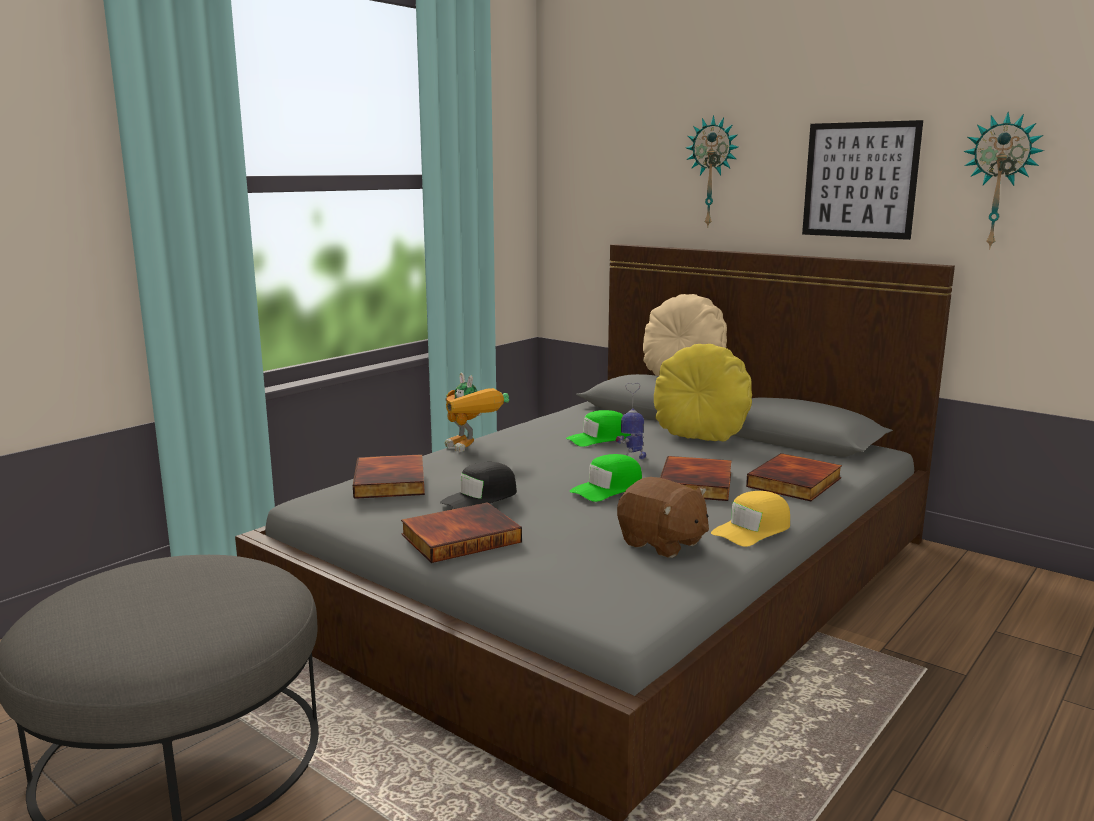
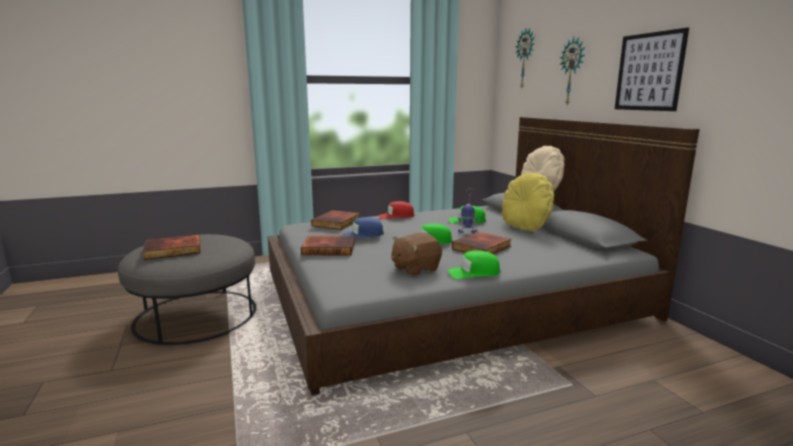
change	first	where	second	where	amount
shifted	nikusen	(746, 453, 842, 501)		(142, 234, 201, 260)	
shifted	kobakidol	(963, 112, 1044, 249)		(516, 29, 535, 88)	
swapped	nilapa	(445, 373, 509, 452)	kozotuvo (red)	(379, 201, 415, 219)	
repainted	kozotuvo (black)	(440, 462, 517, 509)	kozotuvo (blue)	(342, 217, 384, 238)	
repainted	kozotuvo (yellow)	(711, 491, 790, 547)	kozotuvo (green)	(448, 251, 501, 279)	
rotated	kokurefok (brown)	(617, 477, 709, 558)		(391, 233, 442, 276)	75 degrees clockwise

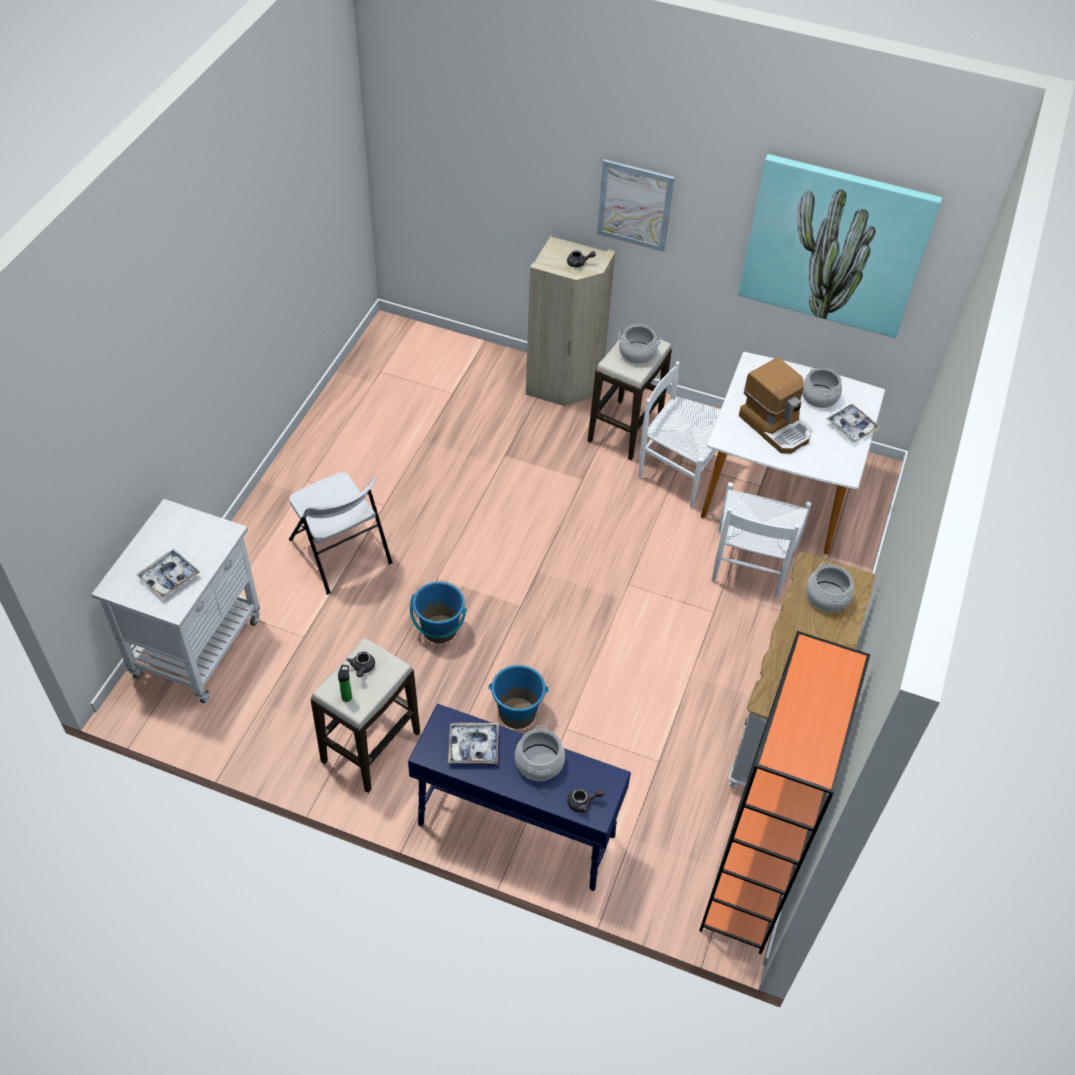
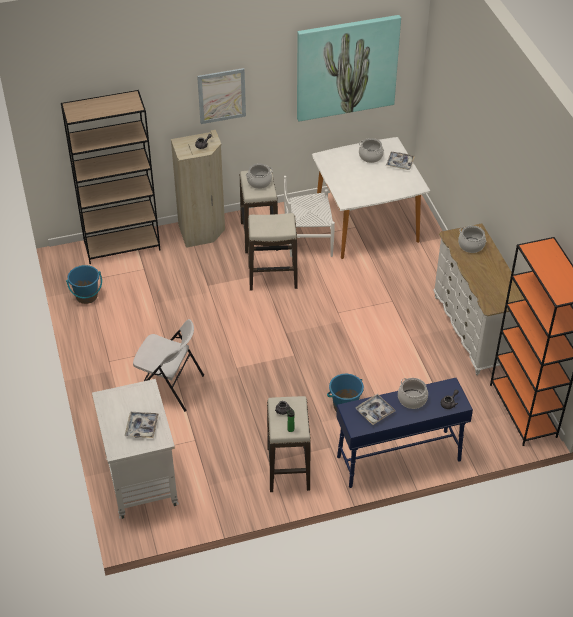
change	first	where	second	where	amount
gone	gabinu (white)	(712, 482, 811, 598)			
gone	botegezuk	(739, 358, 811, 454)			
new			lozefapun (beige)	(61, 90, 160, 264)	
new			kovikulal	(248, 213, 298, 291)	
shifted	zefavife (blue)	(410, 582, 467, 643)		(66, 265, 102, 304)	

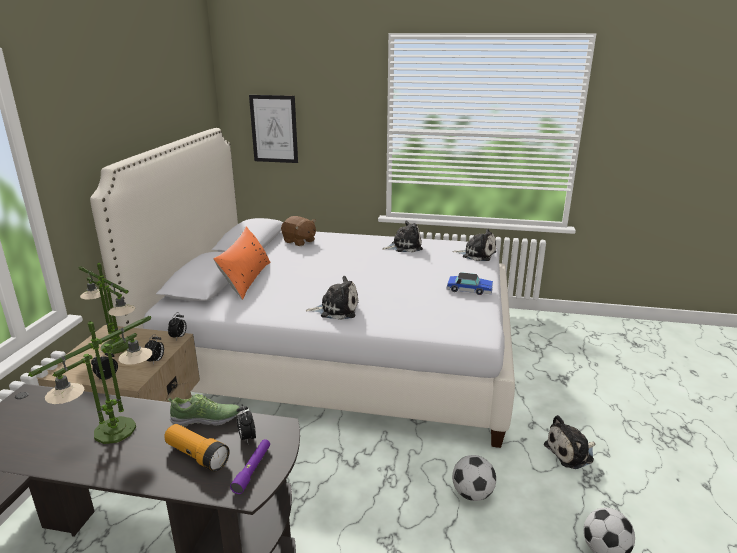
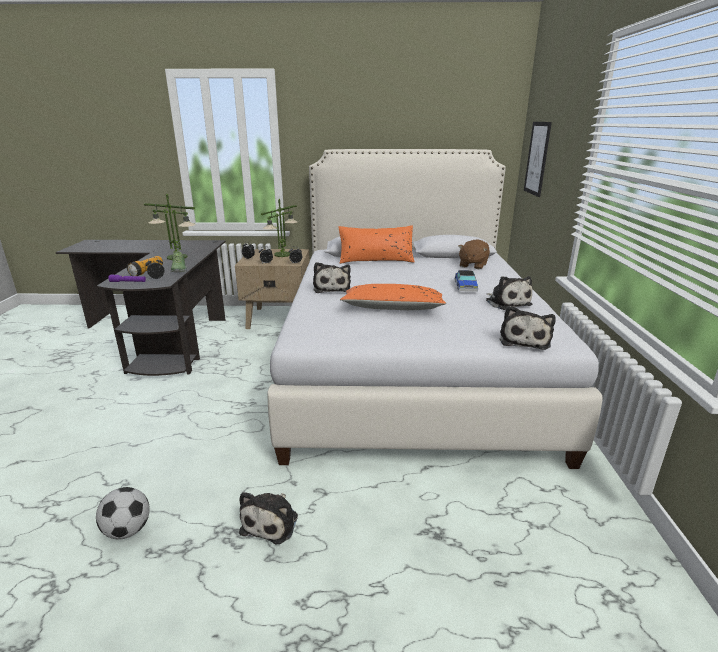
change	first	where	second	where	amount
gone	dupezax	(452, 455, 496, 501)			
new			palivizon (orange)	(340, 284, 447, 310)	
shifted	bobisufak	(447, 272, 493, 295)		(455, 270, 478, 292)	
rotated	kokurefok	(544, 415, 596, 469)		(239, 492, 298, 545)	135 degrees counterclockwise

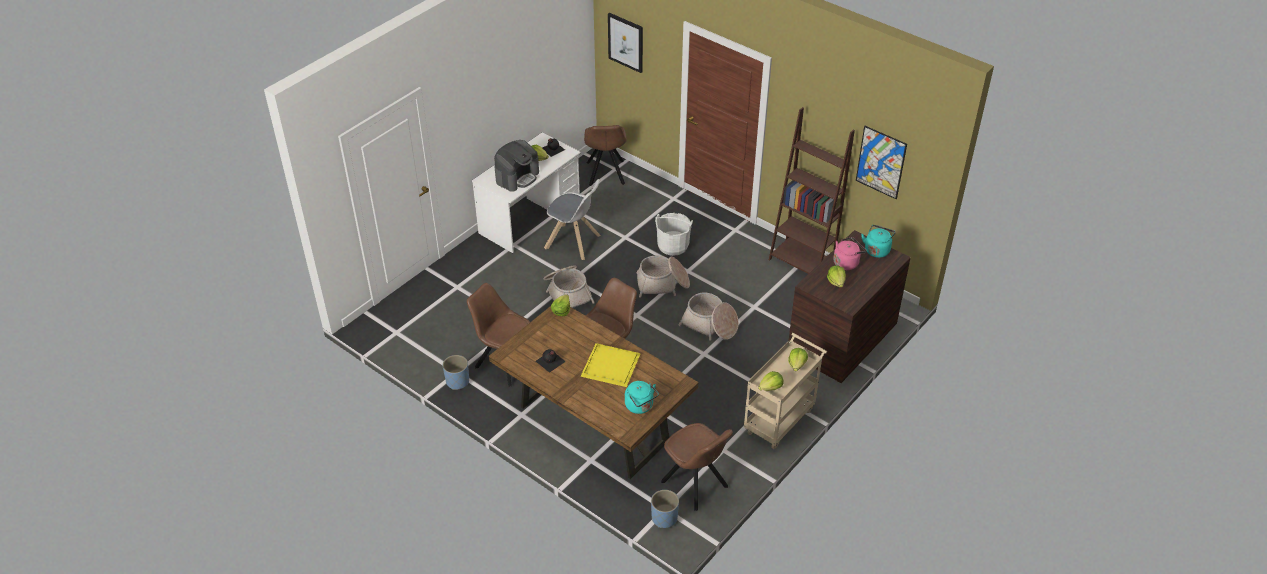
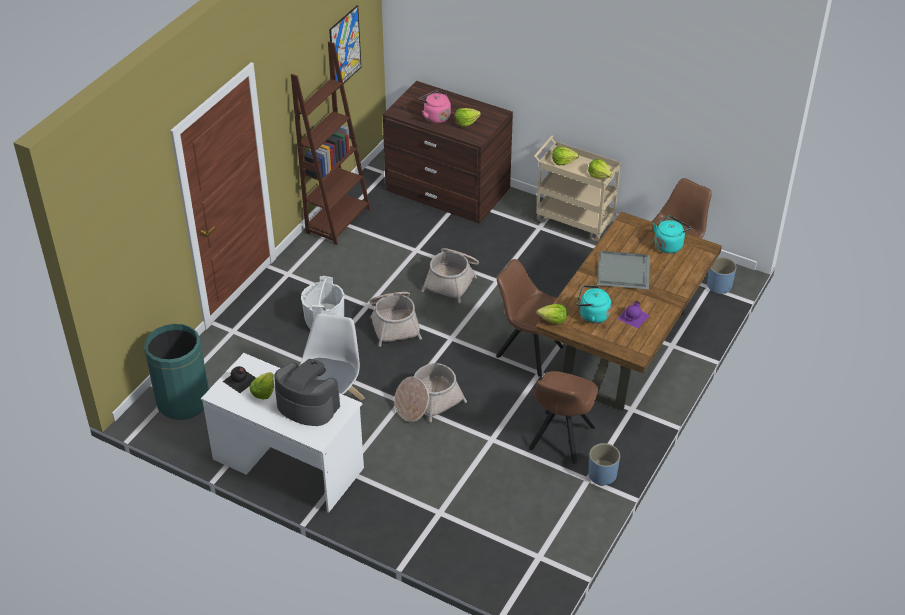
change	first	where	second	where	amount
gone	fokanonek	(608, 13, 643, 73)			
shifted	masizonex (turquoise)	(861, 225, 896, 258)		(577, 285, 611, 323)	
swapped	gabinu (brown)	(584, 125, 627, 186)	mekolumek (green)	(144, 324, 209, 420)	
repainted	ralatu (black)	(536, 349, 566, 373)	ralatu (purple)	(617, 301, 650, 329)	
repainted	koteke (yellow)	(580, 343, 641, 387)	koteke (grey)	(597, 251, 650, 289)	

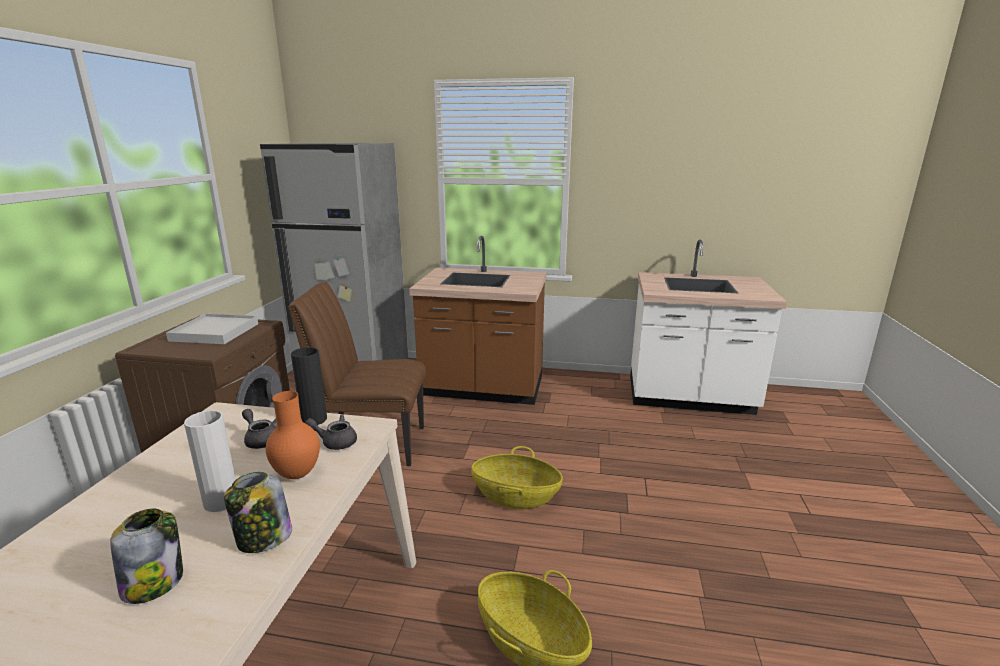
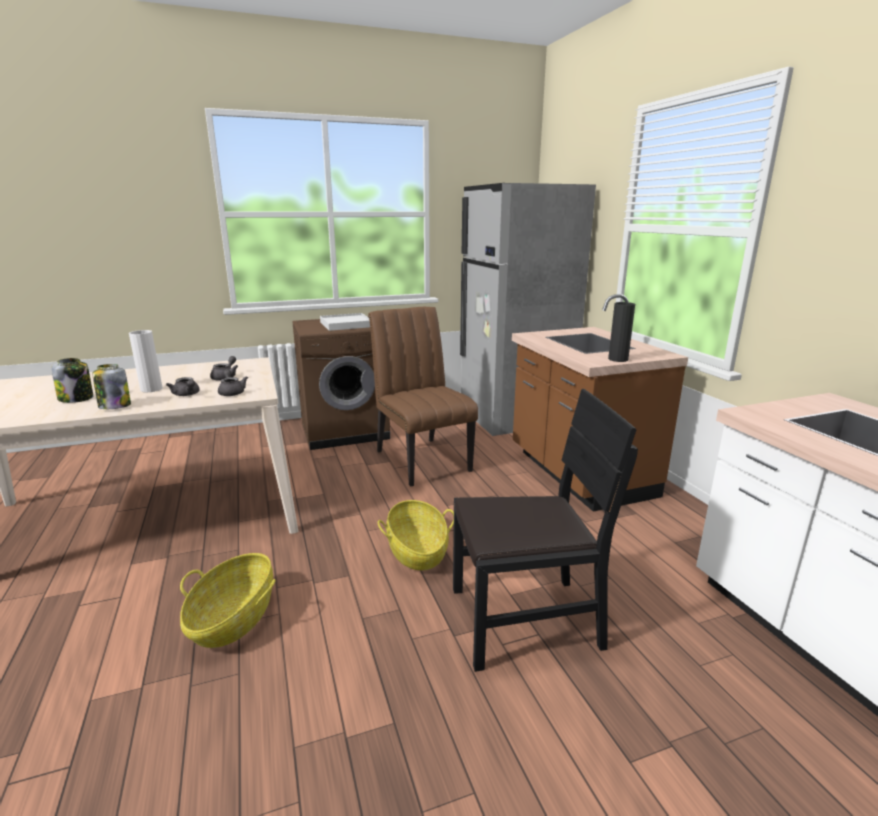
change	first	where	second	where	amount
new			gabinu (black)	(453, 389, 638, 672)	
shifted	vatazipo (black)	(291, 347, 327, 425)		(608, 302, 635, 362)	
swapped	vatazipo (orange)	(266, 391, 320, 479)	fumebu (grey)	(166, 377, 200, 396)	

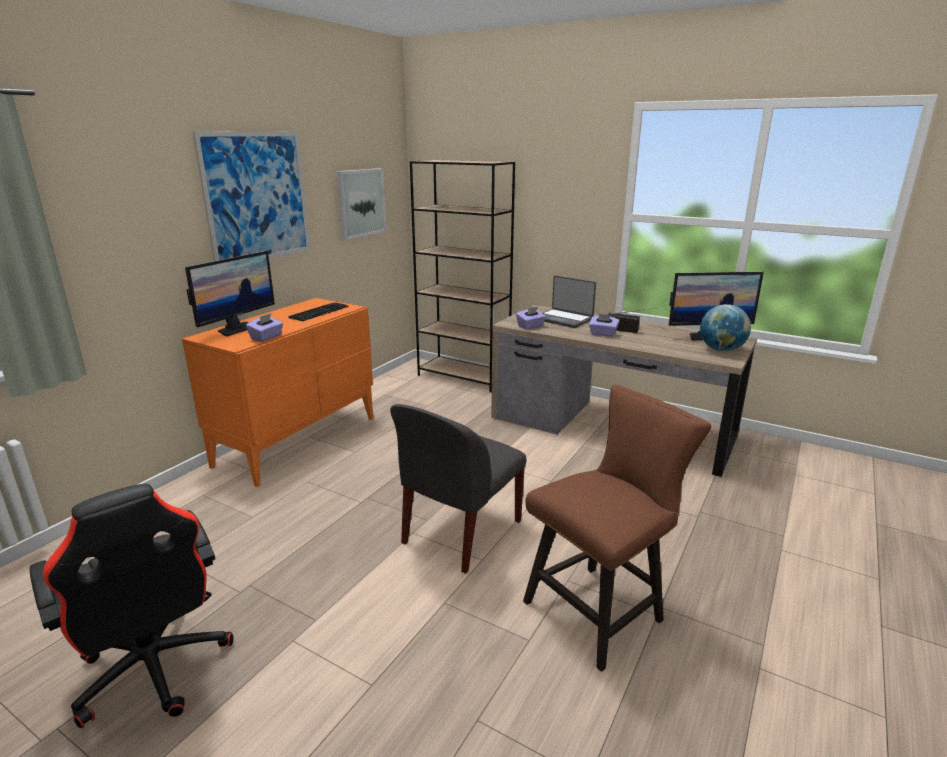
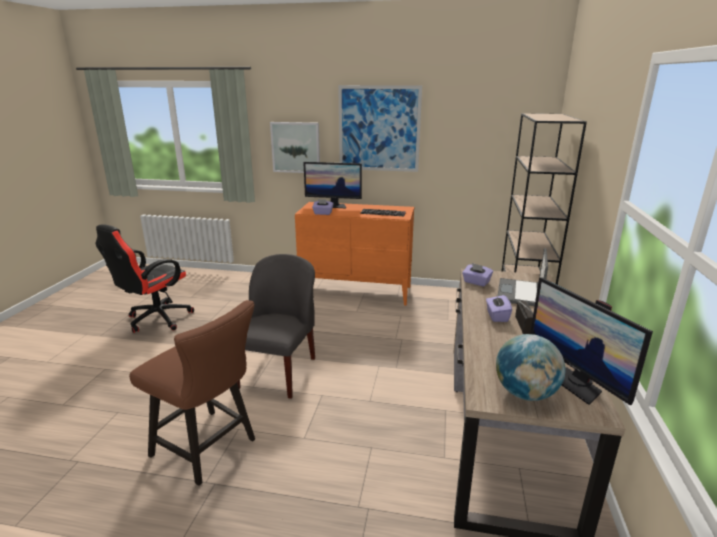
change	first	where	second	where	amount
shifted	fokanonek	(337, 168, 387, 240)		(270, 122, 320, 173)	
rotated	gabinu (grey)	(390, 404, 526, 574)		(237, 254, 315, 399)	90 degrees clockwise

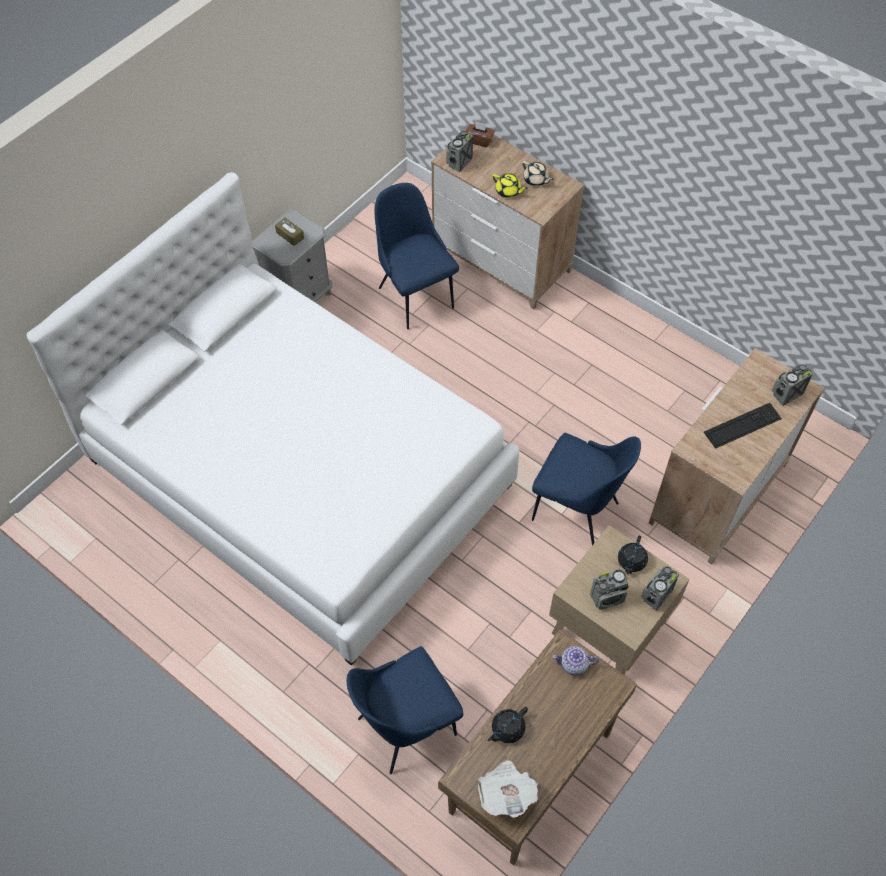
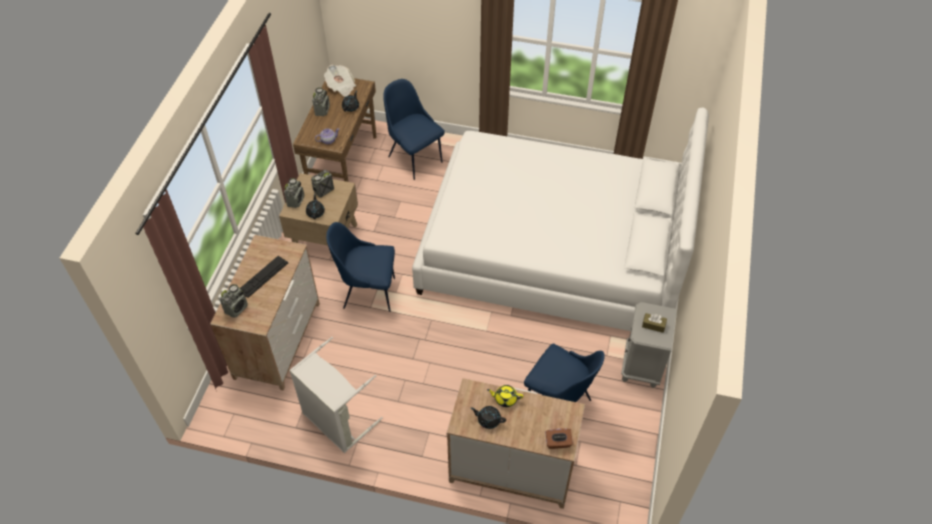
change	first	where	second	where	amount
new			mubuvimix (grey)	(289, 337, 383, 453)	
shifted	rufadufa	(446, 131, 473, 172)		(312, 87, 330, 116)	
repainted	fumebu (beige)	(522, 161, 553, 186)	fumebu (black)	(471, 406, 506, 429)	
rotated	gabinu (blue)	(346, 646, 463, 774)		(383, 79, 445, 180)	75 degrees counterclockwise

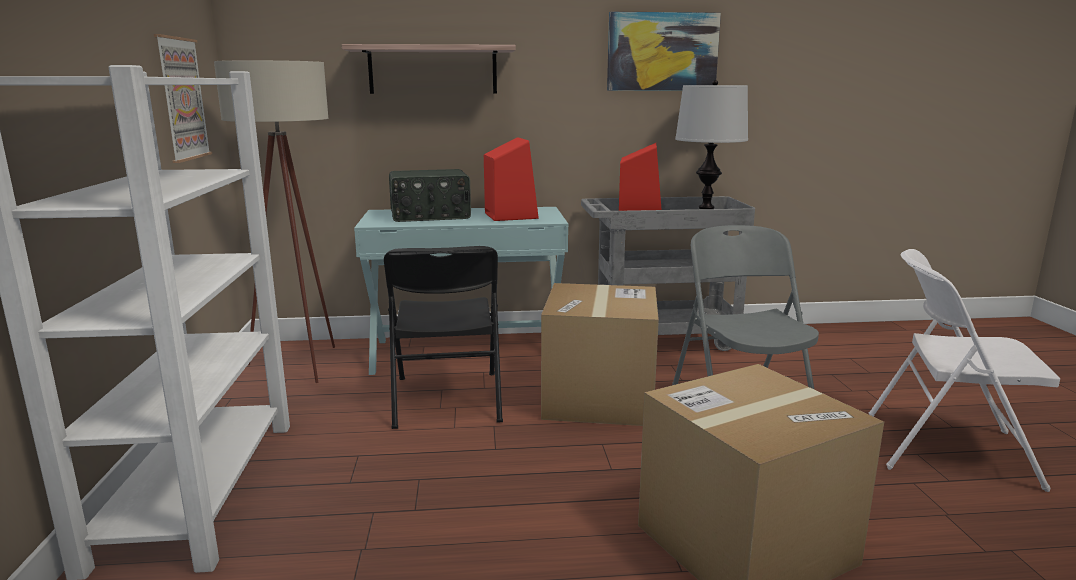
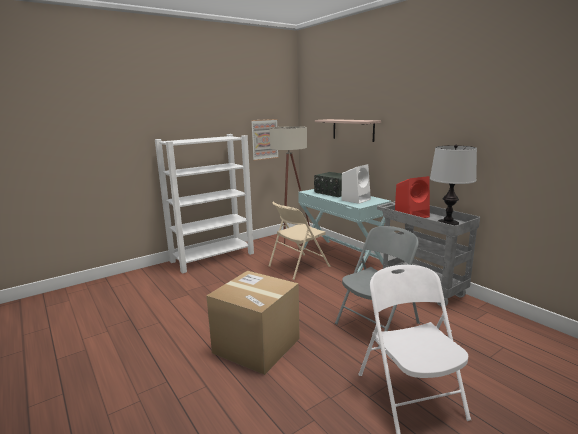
change	first	where	second	where	amount
gone	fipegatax	(541, 283, 659, 426)			
gone	fokanonek	(607, 12, 721, 91)			
repainted	gabinu (black)	(384, 246, 503, 429)	gabinu (beige)	(268, 201, 330, 280)	
repainted	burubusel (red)	(484, 137, 539, 221)	burubusel (white)	(342, 164, 371, 204)	

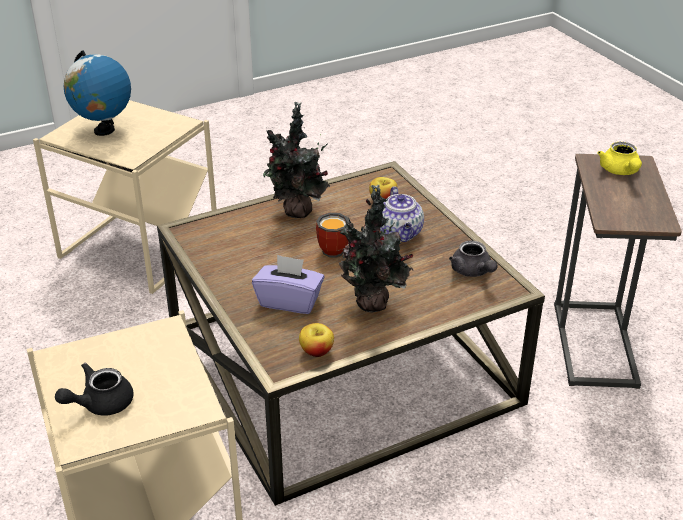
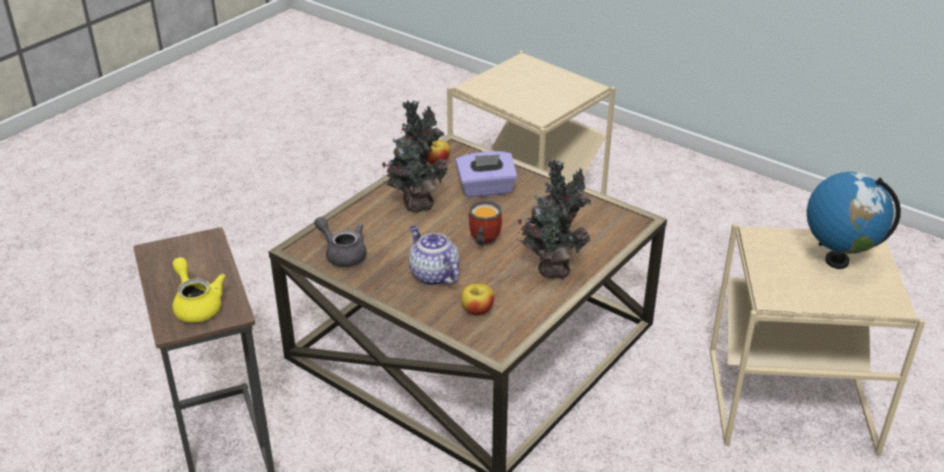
change	first	where	second	where	amount
gone	fumebu (black)	(55, 363, 134, 416)			

